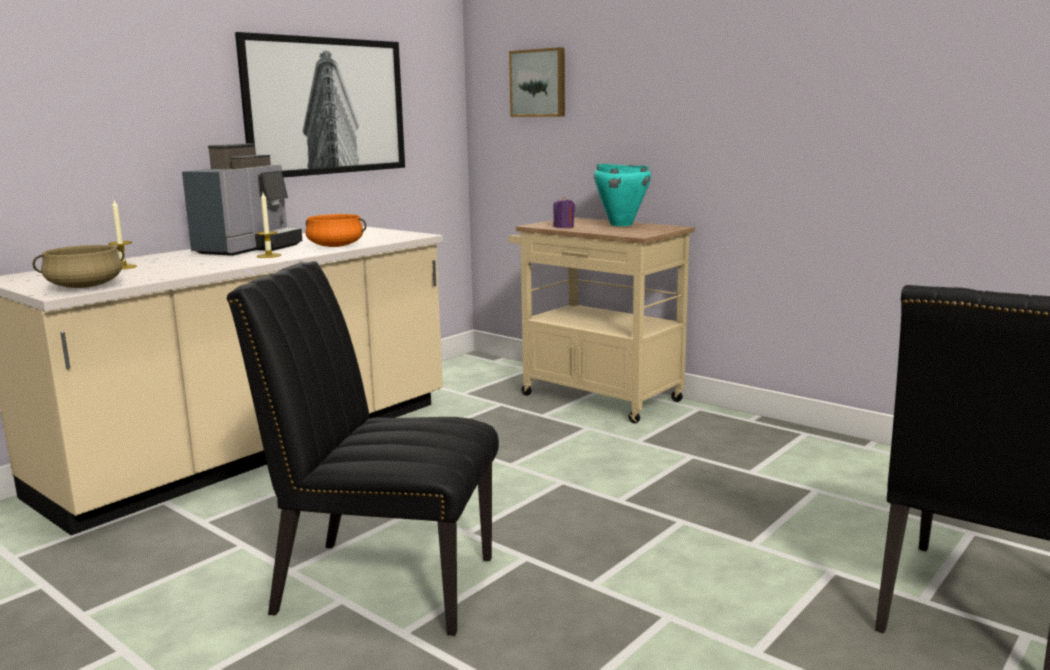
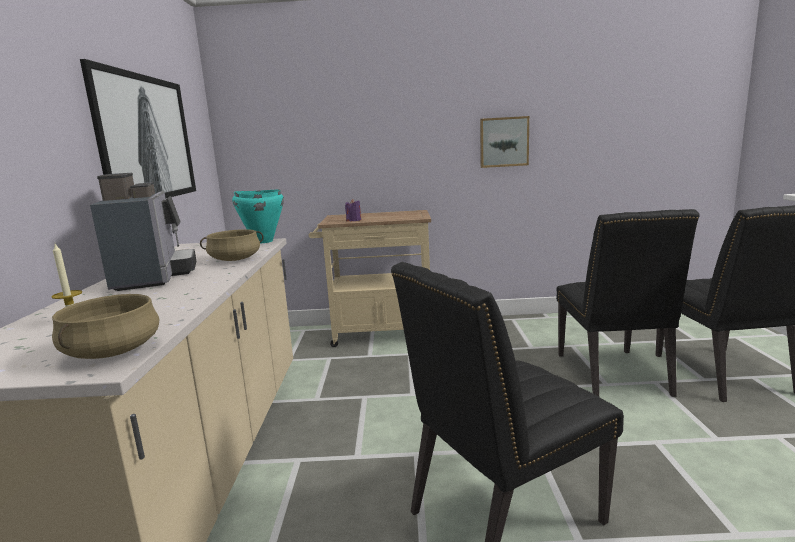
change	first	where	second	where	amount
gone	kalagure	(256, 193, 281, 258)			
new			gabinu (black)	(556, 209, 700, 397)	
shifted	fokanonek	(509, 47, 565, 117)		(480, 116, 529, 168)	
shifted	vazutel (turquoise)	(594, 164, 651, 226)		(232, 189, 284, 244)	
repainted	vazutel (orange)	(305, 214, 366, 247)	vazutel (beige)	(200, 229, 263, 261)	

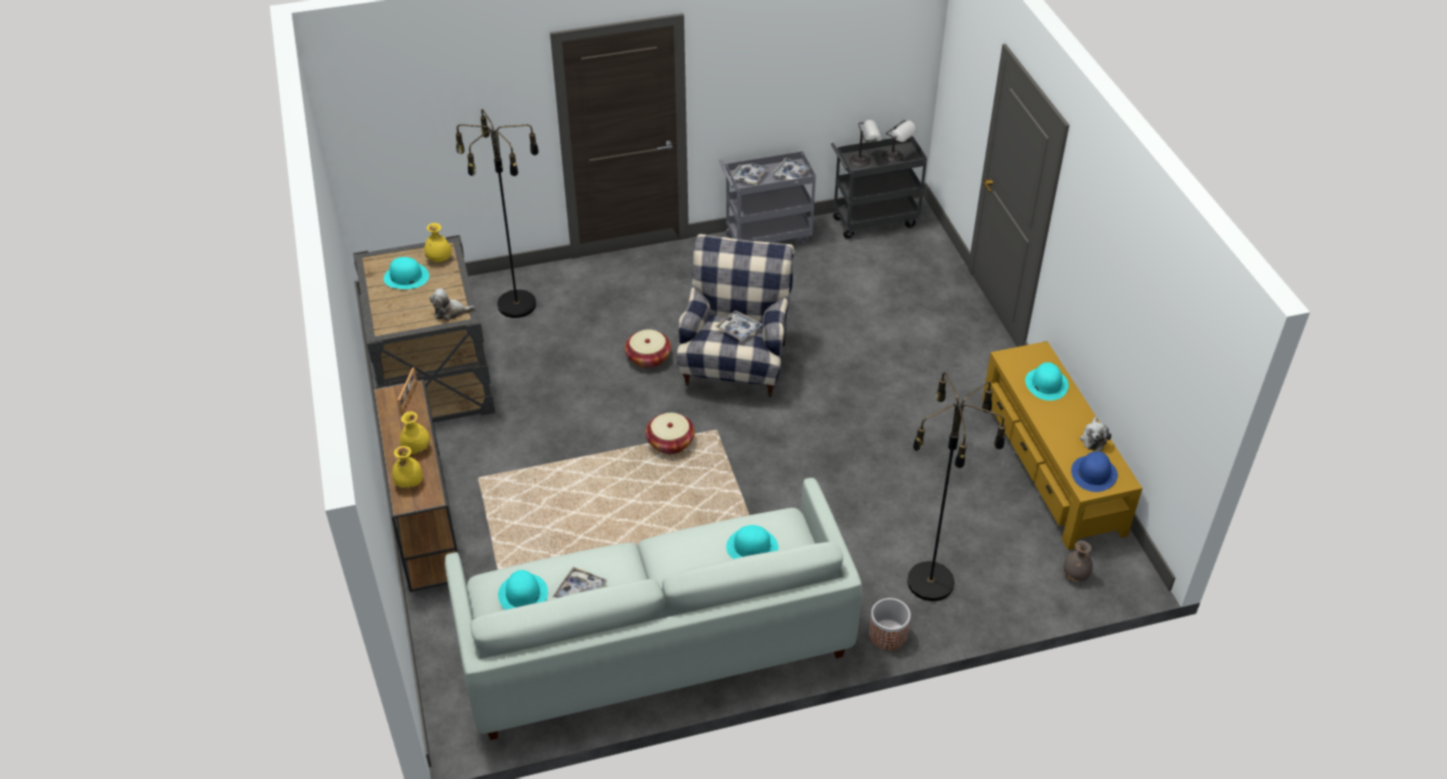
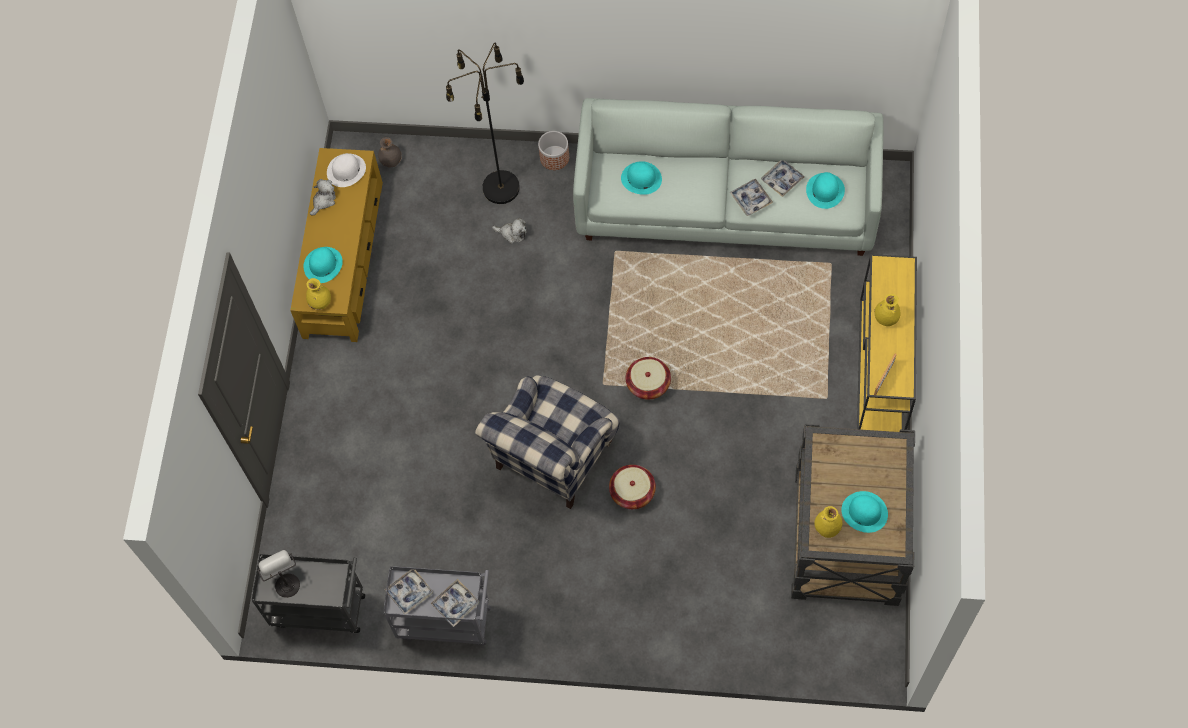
change	first	where	second	where	amount
gone	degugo	(456, 109, 539, 318)			
gone	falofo	(849, 120, 882, 167)			
shifted	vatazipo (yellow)	(392, 446, 423, 488)		(306, 278, 331, 310)	
shifted	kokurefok	(430, 288, 475, 321)		(492, 218, 527, 244)	
shifted	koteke	(715, 310, 763, 341)		(730, 179, 773, 216)	
repainted	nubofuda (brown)	(372, 379, 458, 592)	nubofuda (yellow)	(857, 254, 917, 432)	
repainted	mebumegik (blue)	(1071, 451, 1118, 492)	mebumegik (white)	(327, 153, 366, 187)	

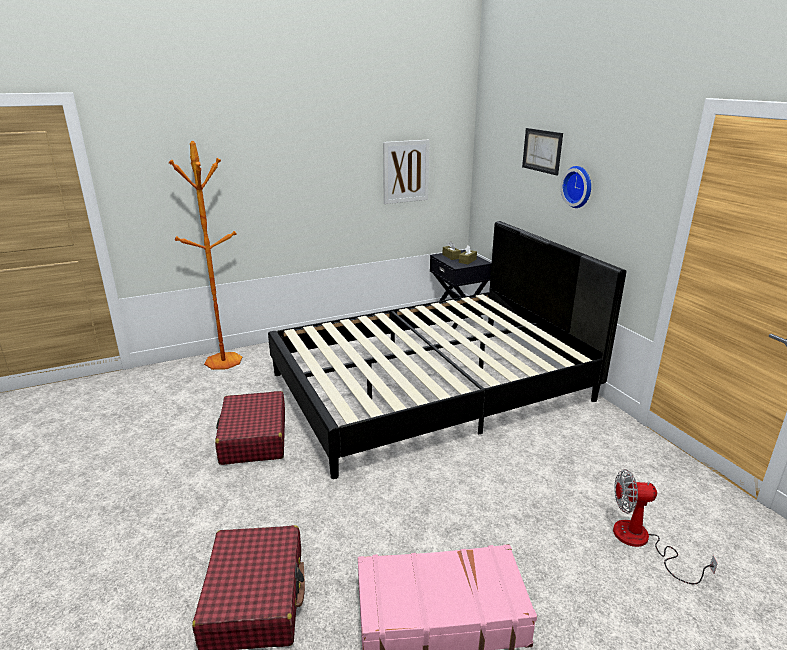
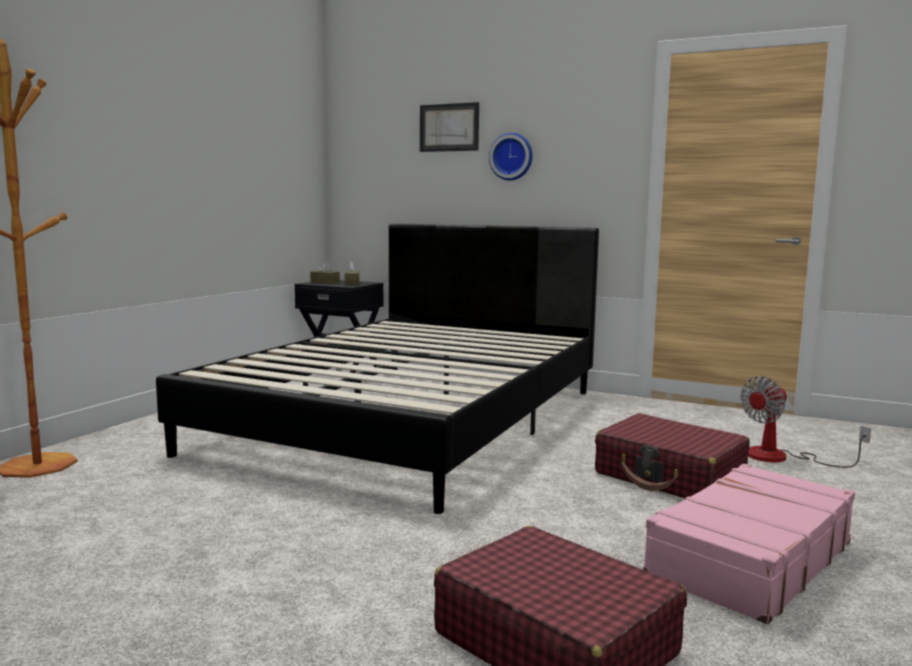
change	first	where	second	where	amount
gone	fokanonek	(383, 140, 430, 204)			
shifted	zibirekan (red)	(215, 391, 285, 465)		(595, 413, 750, 498)	

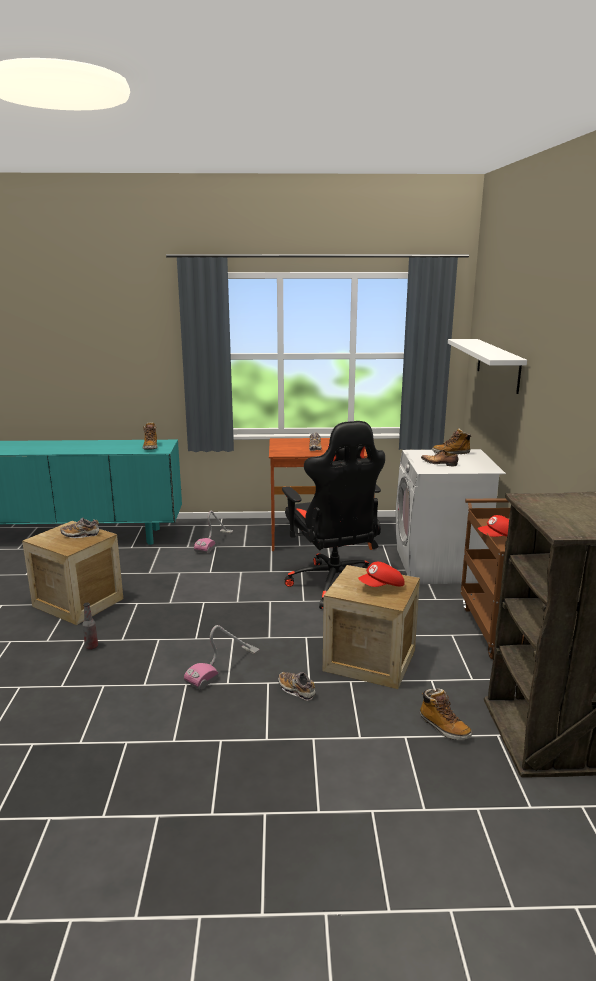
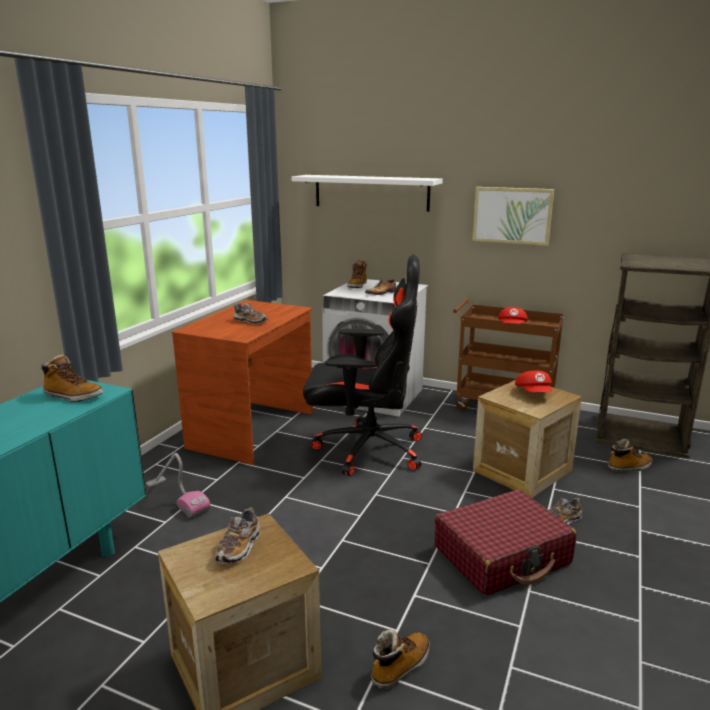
change	first	where	second	where	amount
new			fokanonek	(472, 187, 554, 246)	
swapped	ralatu	(82, 603, 98, 650)	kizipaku	(371, 629, 430, 689)	
swapped	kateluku	(184, 625, 259, 689)	zibirekan (red)	(435, 490, 576, 596)	

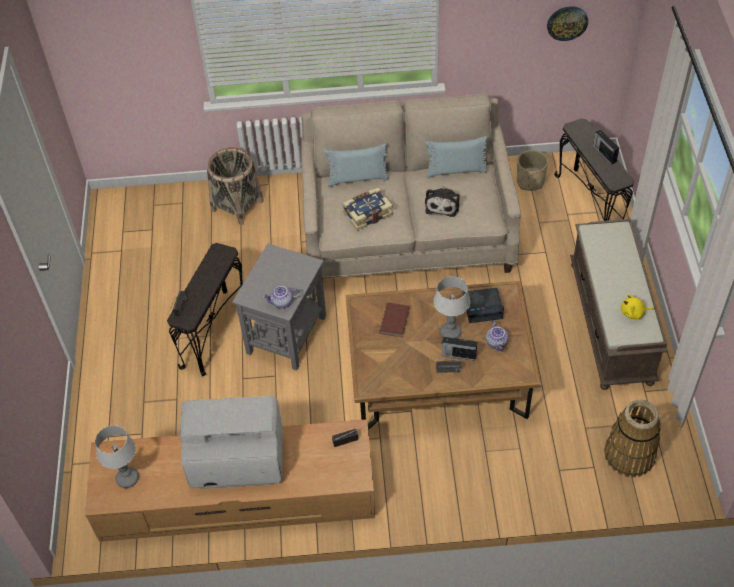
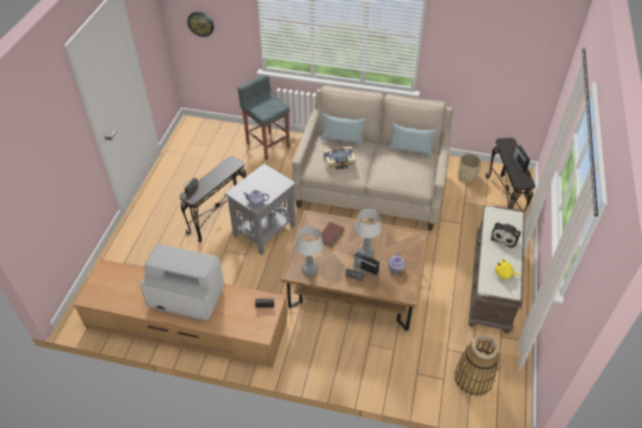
change	first	where	second	where	amount
gone	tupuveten	(463, 288, 504, 323)			
shifted	falofo	(95, 425, 139, 488)		(295, 226, 323, 275)	
shifted	kokurefok	(425, 186, 460, 217)		(491, 222, 521, 248)	
shifted	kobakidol	(547, 6, 588, 41)		(187, 11, 214, 37)	
swapped	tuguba	(207, 147, 264, 225)	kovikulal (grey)	(238, 75, 290, 160)	

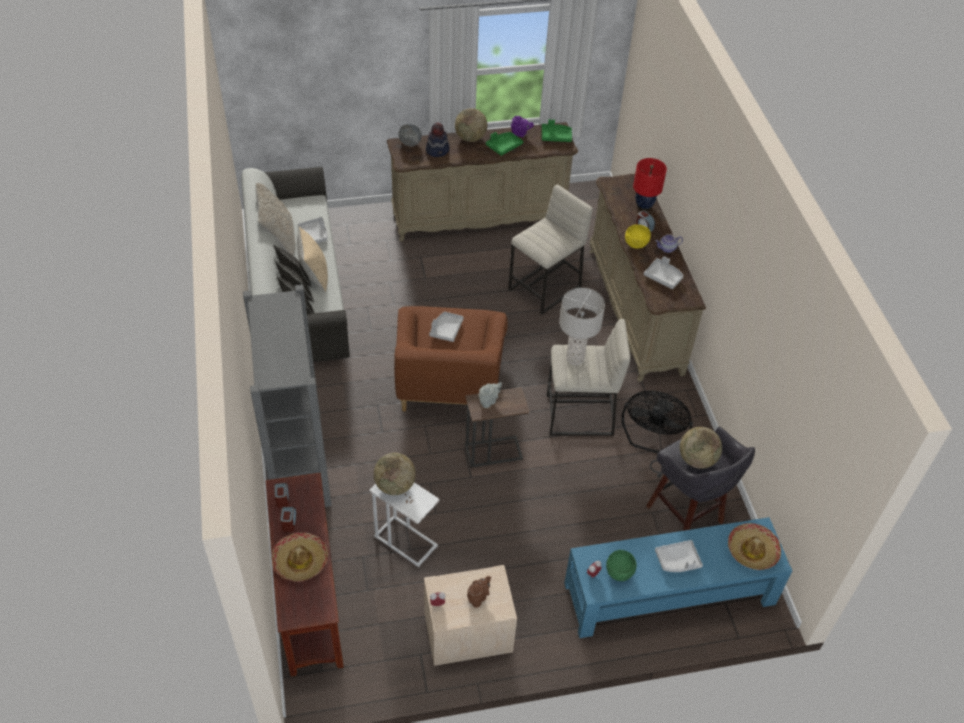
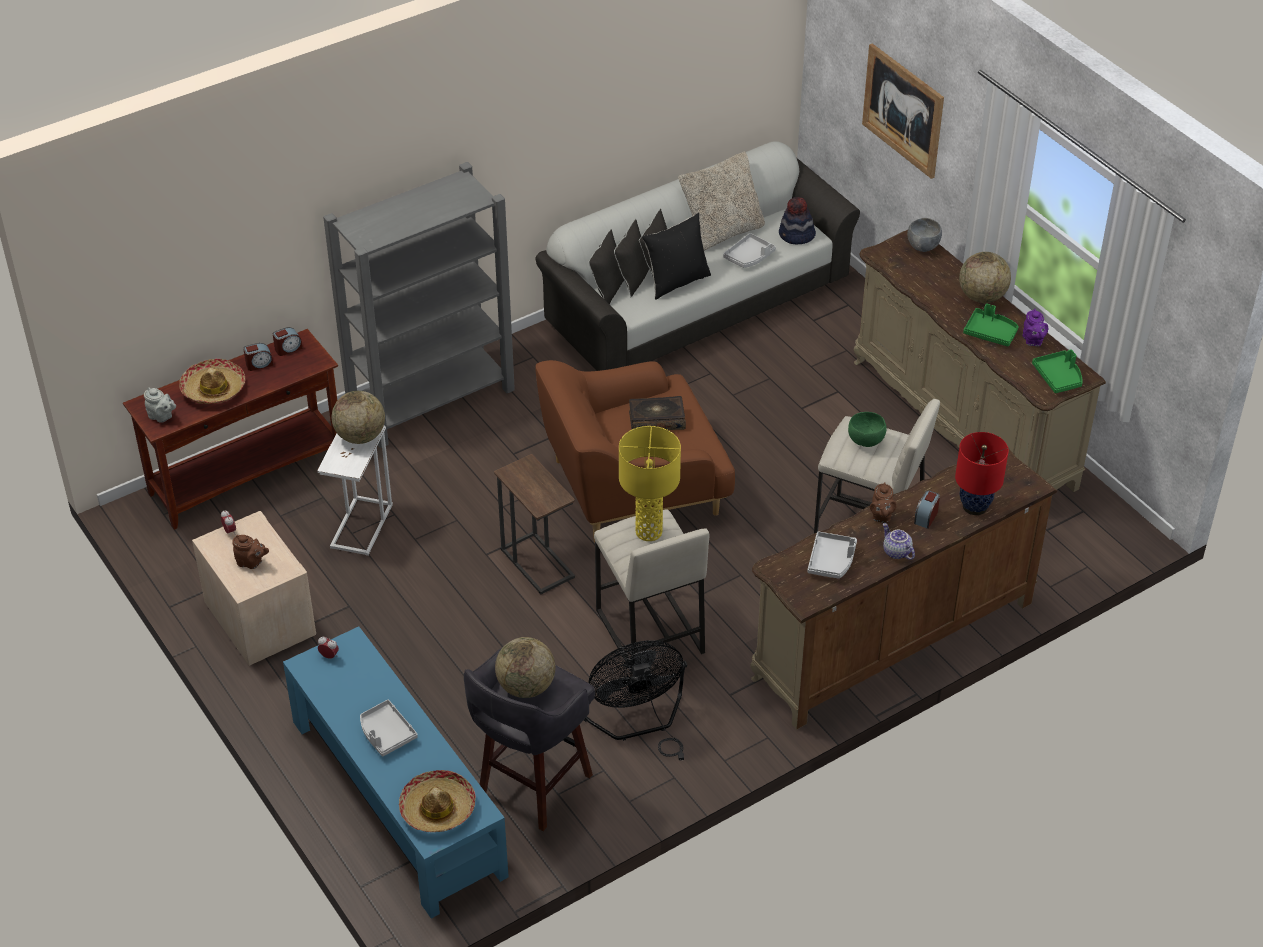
change	first	where	second	where	amount
new			fokanonek	(862, 43, 944, 179)	
shifted	mebumegik	(426, 122, 450, 157)		(779, 197, 816, 244)	
shifted	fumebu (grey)	(479, 382, 502, 408)		(144, 387, 176, 423)	
shifted	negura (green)	(606, 550, 637, 581)		(848, 412, 887, 447)	
swapped	koteke (grey)	(429, 312, 464, 342)	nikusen	(629, 396, 686, 430)	
swapped	negura (yellow)	(625, 224, 651, 249)	fumebu (brown)	(870, 482, 896, 523)	
repainted	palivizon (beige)	(297, 227, 328, 292)	palivizon (black)	(642, 213, 711, 299)	
repainted	falofo (white)	(559, 288, 605, 365)	falofo (yellow)	(619, 426, 681, 541)	
rotated	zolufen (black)	(621, 391, 693, 478)		(584, 640, 687, 761)	105 degrees counterclockwise

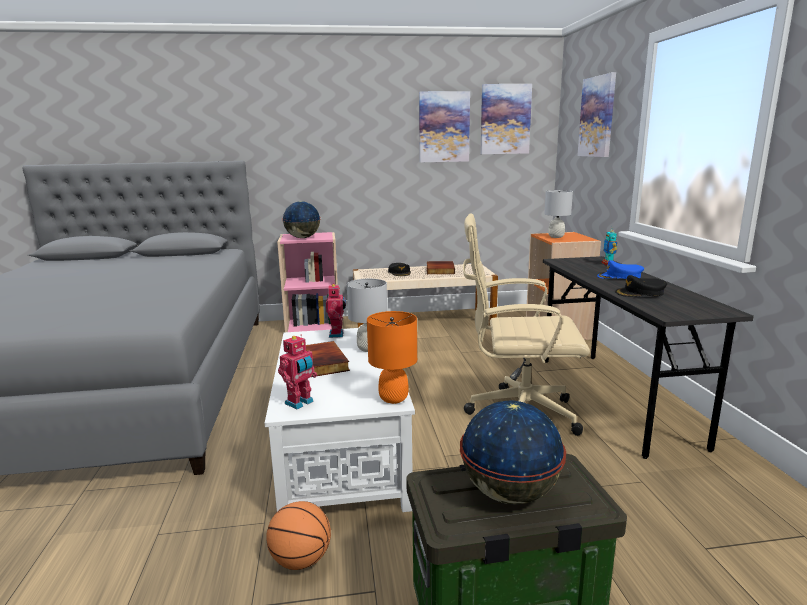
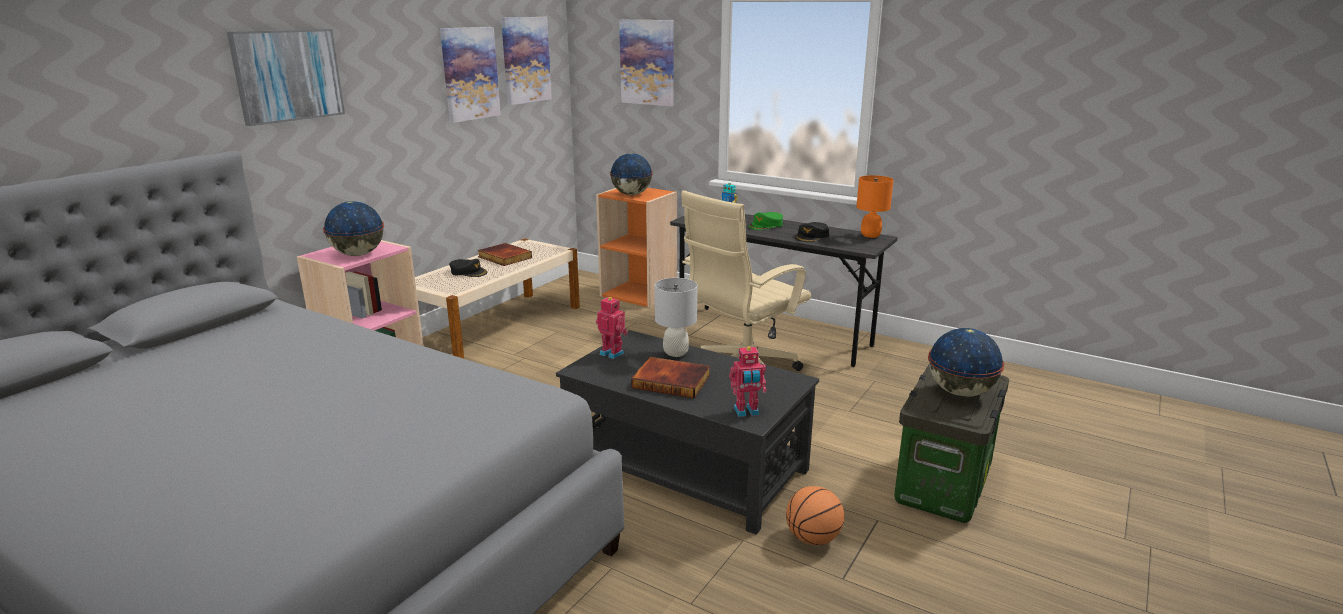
change	first	where	second	where	amount
new			fokanonek	(227, 29, 345, 126)	
shifted	falofo (orange)	(367, 311, 417, 404)		(856, 175, 893, 238)	
swapped	falofo (grey)	(544, 190, 573, 238)	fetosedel	(610, 153, 653, 195)	
repainted	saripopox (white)	(264, 328, 415, 512)	saripopox (black)	(556, 330, 819, 535)	
repainted	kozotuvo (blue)	(597, 260, 644, 279)	kozotuvo (green)	(749, 212, 783, 230)	
rotated	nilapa	(278, 334, 317, 409)		(729, 346, 766, 417)	90 degrees clockwise

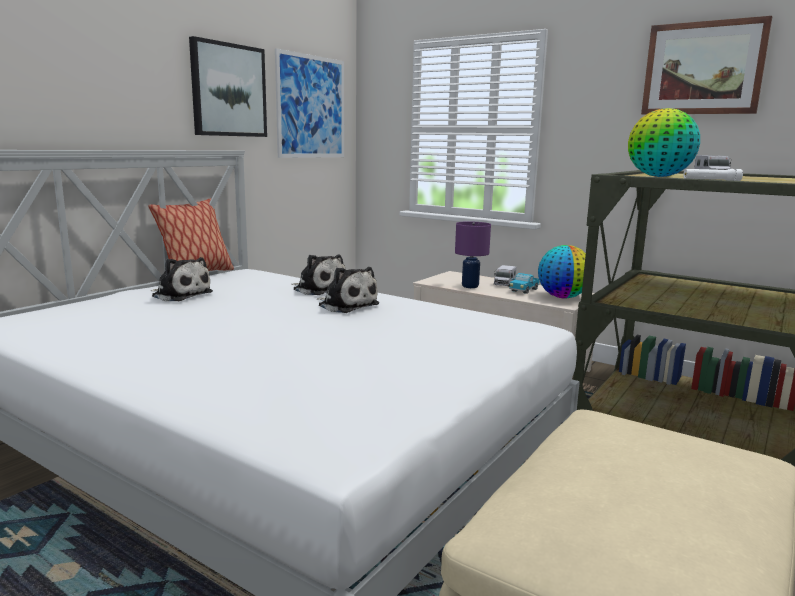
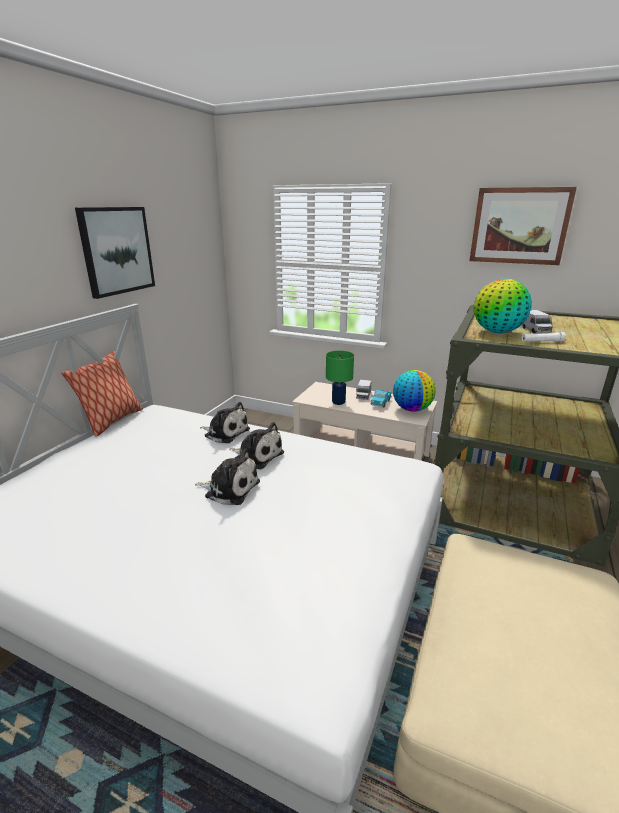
change	first	where	second	where	amount
gone	fokanonek	(275, 48, 344, 158)			
shifted	kokurefok	(151, 257, 213, 301)		(195, 449, 260, 505)	
repainted	falofo (purple)	(455, 221, 491, 288)	falofo (green)	(326, 351, 354, 405)	

